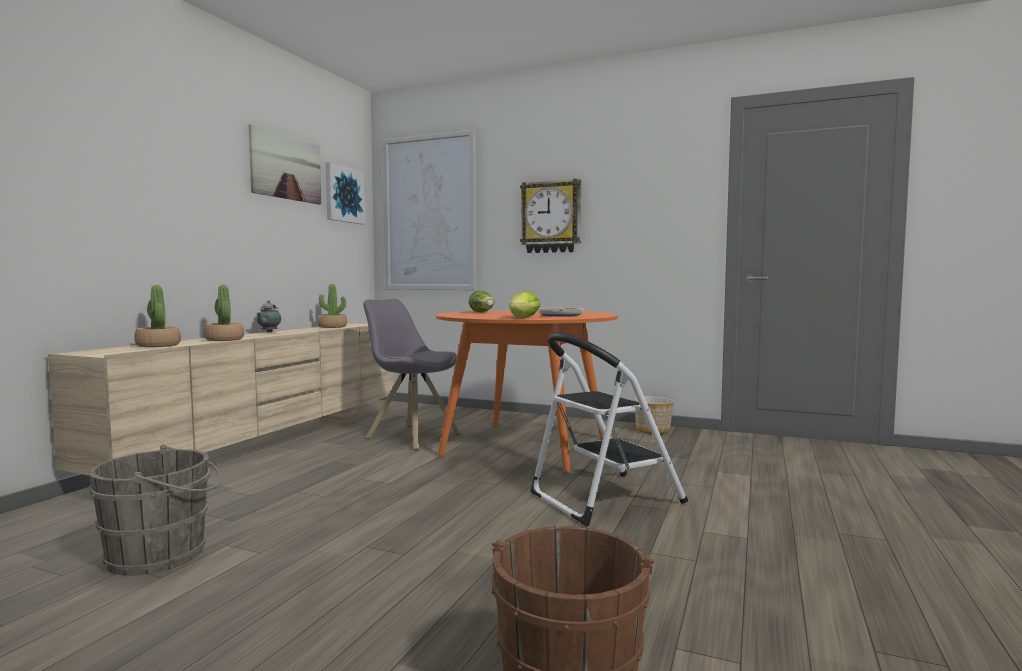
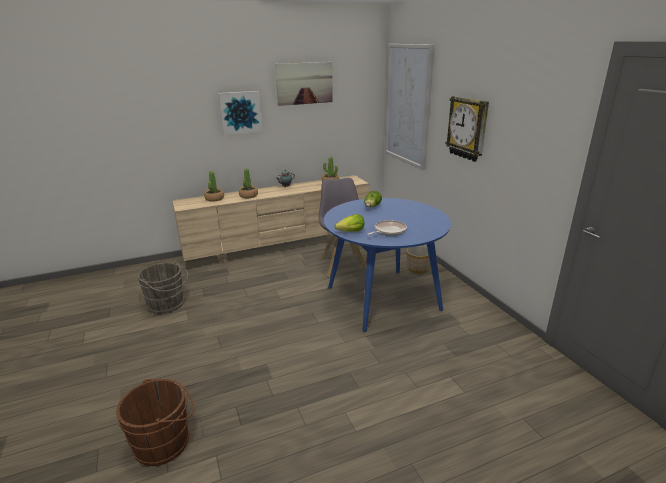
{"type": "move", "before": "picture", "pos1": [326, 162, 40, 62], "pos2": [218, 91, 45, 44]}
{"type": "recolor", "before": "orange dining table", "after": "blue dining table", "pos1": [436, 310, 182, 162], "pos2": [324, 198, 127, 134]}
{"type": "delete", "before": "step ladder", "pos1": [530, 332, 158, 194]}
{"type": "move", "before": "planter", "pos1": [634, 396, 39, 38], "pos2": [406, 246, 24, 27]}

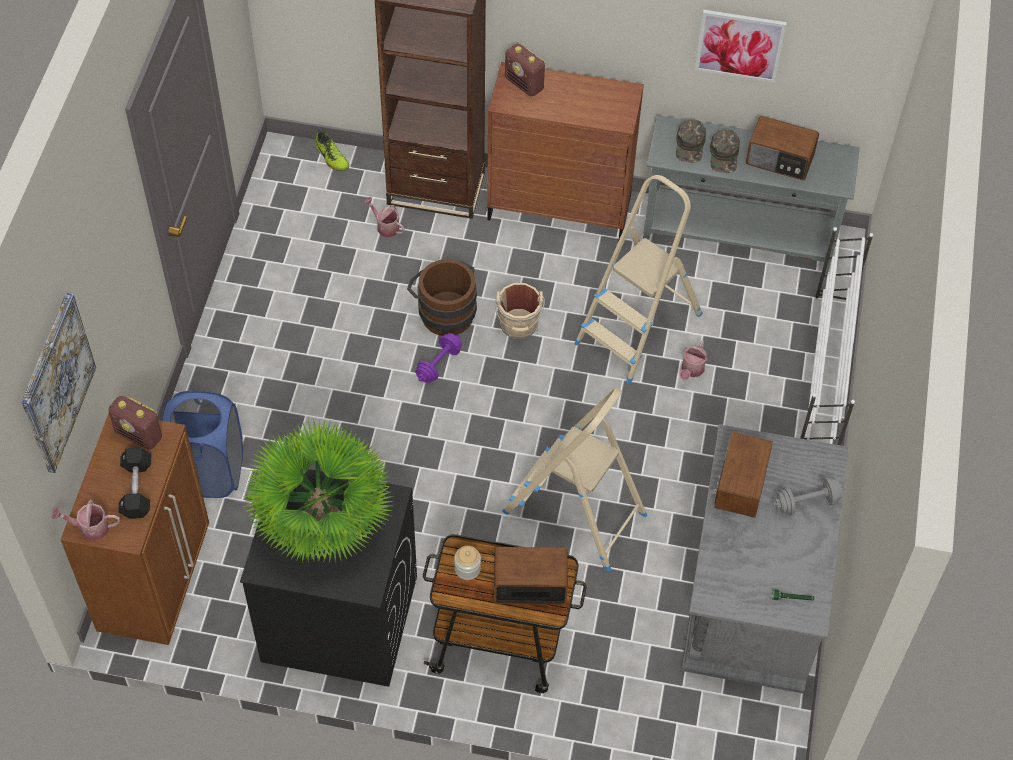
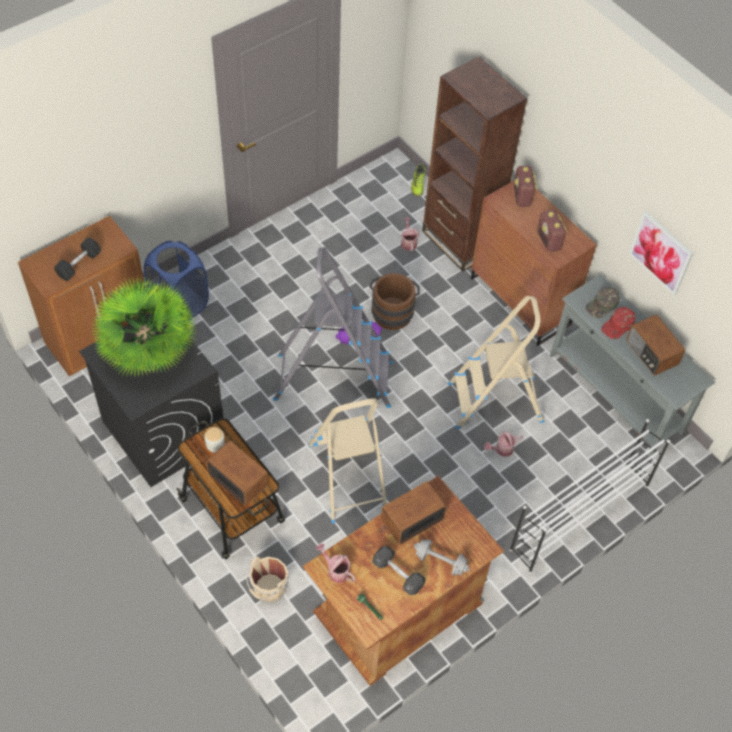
{"type": "delete", "before": "picture", "pos1": [21, 293, 75, 180]}
{"type": "move", "before": "watering can", "pos1": [52, 500, 68, 41], "pos2": [316, 543, 40, 40]}
{"type": "move", "before": "radio", "pos1": [108, 396, 54, 54], "pos2": [537, 210, 31, 43]}
{"type": "move", "before": "beige bucket", "pos1": [495, 283, 50, 56], "pos2": [246, 556, 43, 47]}
{"type": "recolor", "before": "grey cabinet", "after": "brown cabinet", "pos1": [681, 424, 167, 270], "pos2": [303, 476, 201, 210]}
{"type": "recolor", "before": "green cap", "after": "red cap", "pos1": [710, 129, 30, 44], "pos2": [601, 307, 35, 32]}
{"type": "insert", "after": "grey step ladder", "pos2": [273, 247, 120, 161]}
{"type": "insert", "after": "black dumbbell", "pos2": [372, 546, 54, 49]}

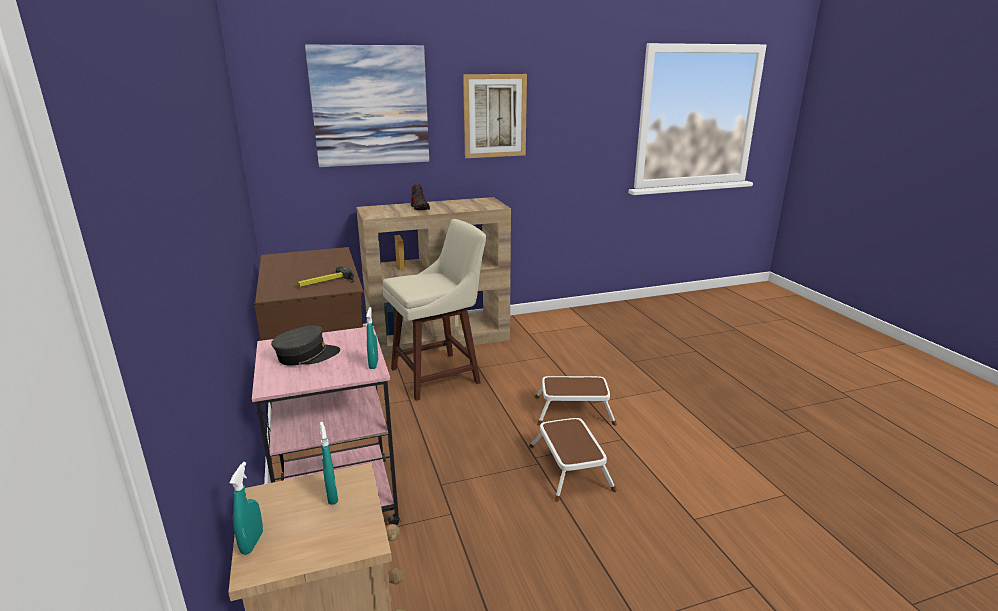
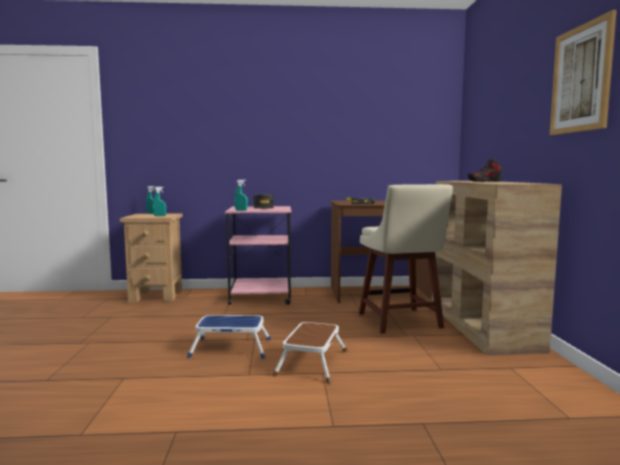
{"type": "delete", "before": "picture", "pos1": [305, 45, 124, 122]}
{"type": "recolor", "before": "brown step ladder", "after": "blue step ladder", "pos1": [529, 418, 88, 84], "pos2": [187, 315, 84, 44]}

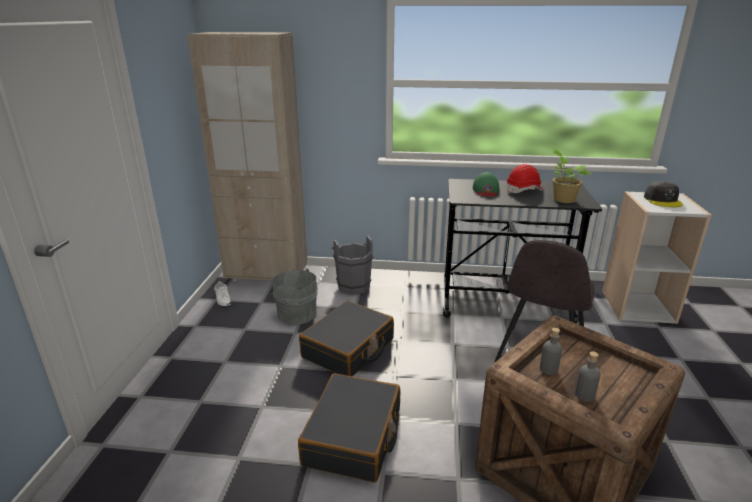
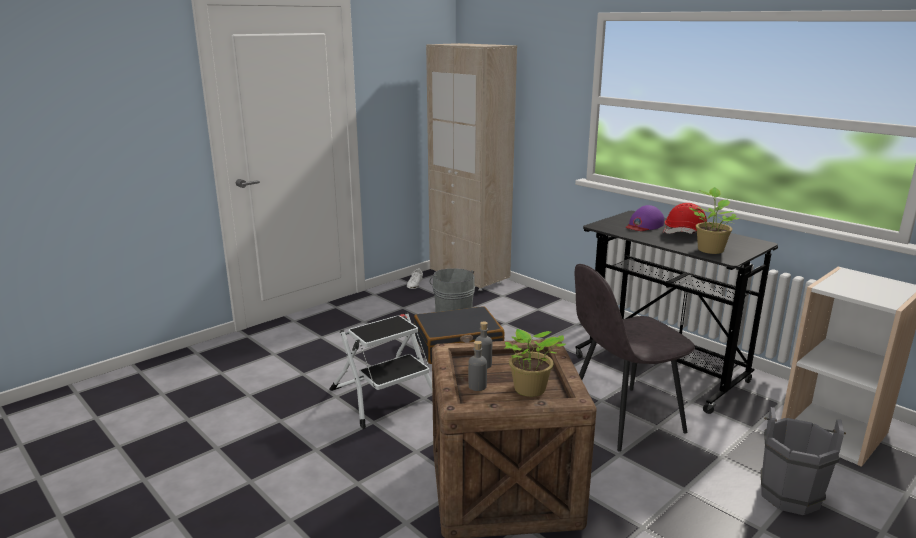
{"type": "replace", "before": "black suitcase", "after": "step ladder", "pos1": [298, 373, 102, 110], "pos2": [329, 312, 103, 117]}
{"type": "move", "before": "grey bucket", "pos1": [332, 236, 41, 59], "pos2": [760, 407, 86, 108]}
{"type": "recolor", "before": "green cap", "after": "purple cap", "pos1": [473, 172, 26, 24], "pos2": [626, 205, 38, 26]}
{"type": "delete", "before": "grey cap", "pos1": [644, 181, 39, 26]}
{"type": "insert", "after": "potted plant", "pos2": [505, 329, 61, 68]}

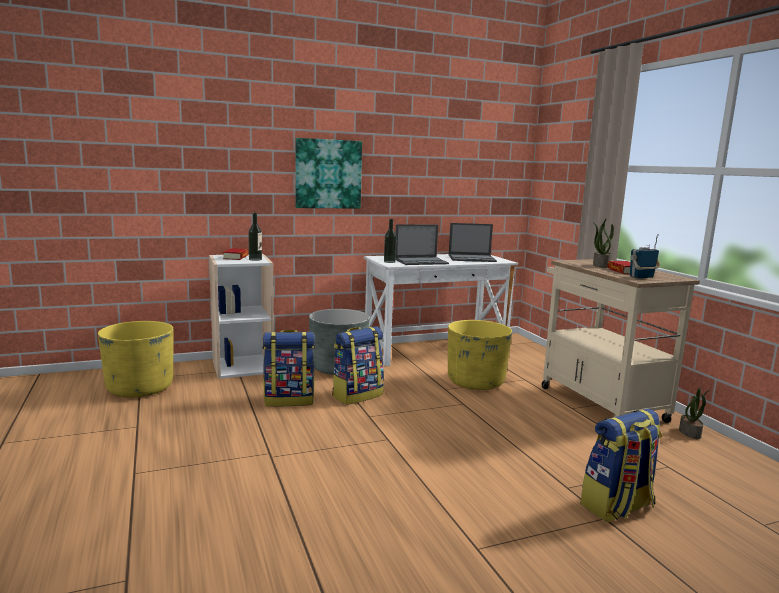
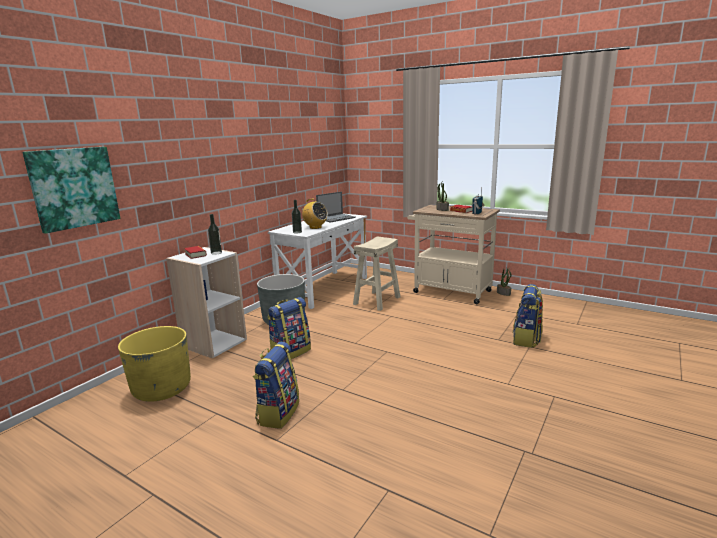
{"type": "move", "before": "picture", "pos1": [295, 138, 67, 71], "pos2": [23, 147, 97, 87]}
{"type": "move", "before": "backpack", "pos1": [332, 326, 52, 79], "pos2": [253, 342, 46, 87]}
{"type": "replace", "before": "laptop", "after": "radio", "pos1": [396, 224, 53, 41], "pos2": [301, 199, 27, 30]}
{"type": "replace", "before": "yellow planter", "after": "beige stool", "pos1": [448, 320, 64, 70], "pos2": [353, 236, 47, 75]}

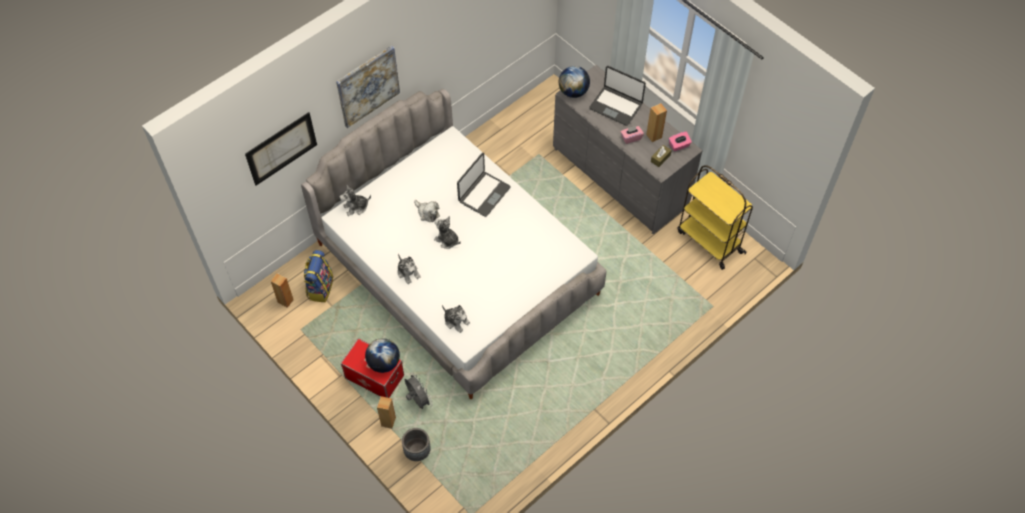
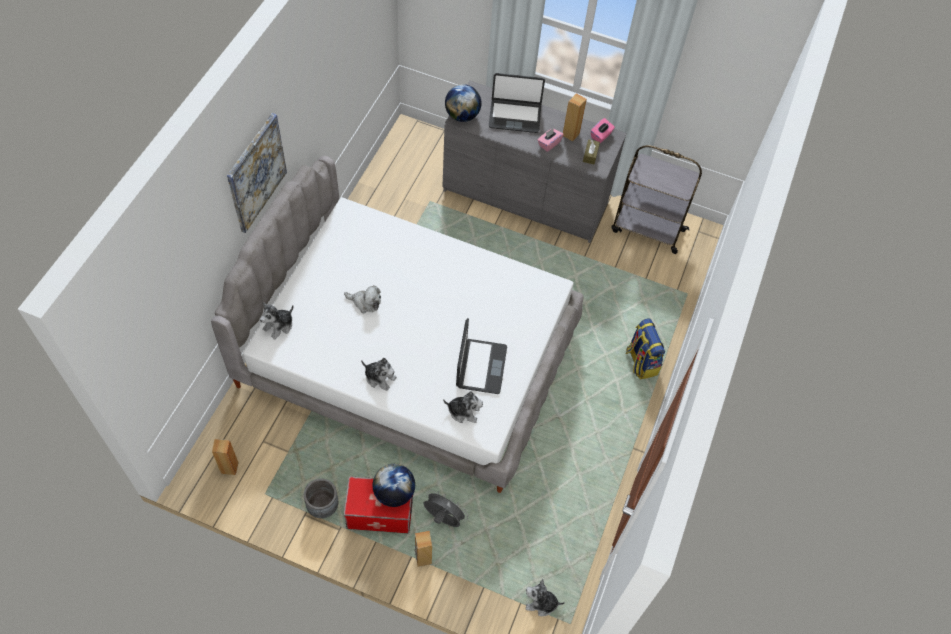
{"type": "delete", "before": "picture", "pos1": [245, 112, 72, 74]}
{"type": "move", "before": "backpack", "pos1": [304, 250, 29, 52], "pos2": [626, 318, 39, 62]}
{"type": "move", "before": "grey planter", "pos1": [402, 428, 29, 33], "pos2": [304, 478, 34, 40]}
{"type": "move", "before": "plush toy", "pos1": [434, 216, 27, 33], "pos2": [526, 579, 39, 37]}
{"type": "move", "before": "laptop", "pos1": [457, 153, 54, 64], "pos2": [456, 318, 51, 76]}
{"type": "recolor", "before": "yellow cart", "after": "grey cart", "pos1": [677, 165, 76, 105], "pos2": [611, 145, 91, 109]}

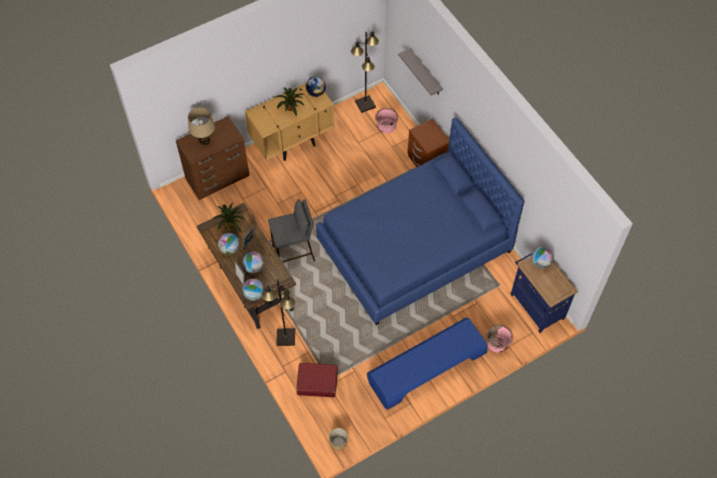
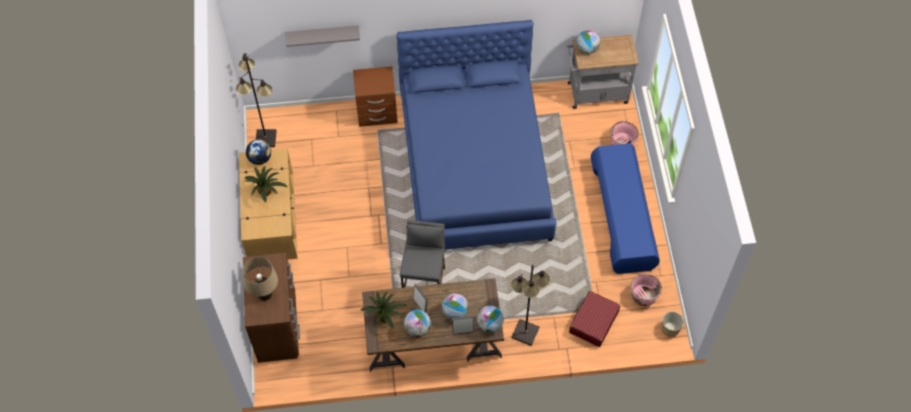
{"type": "move", "before": "pink planter", "pos1": [375, 108, 23, 25], "pos2": [630, 274, 32, 32]}
{"type": "recolor", "before": "blue cart", "after": "grey cart", "pos1": [510, 253, 68, 80], "pos2": [567, 35, 72, 74]}

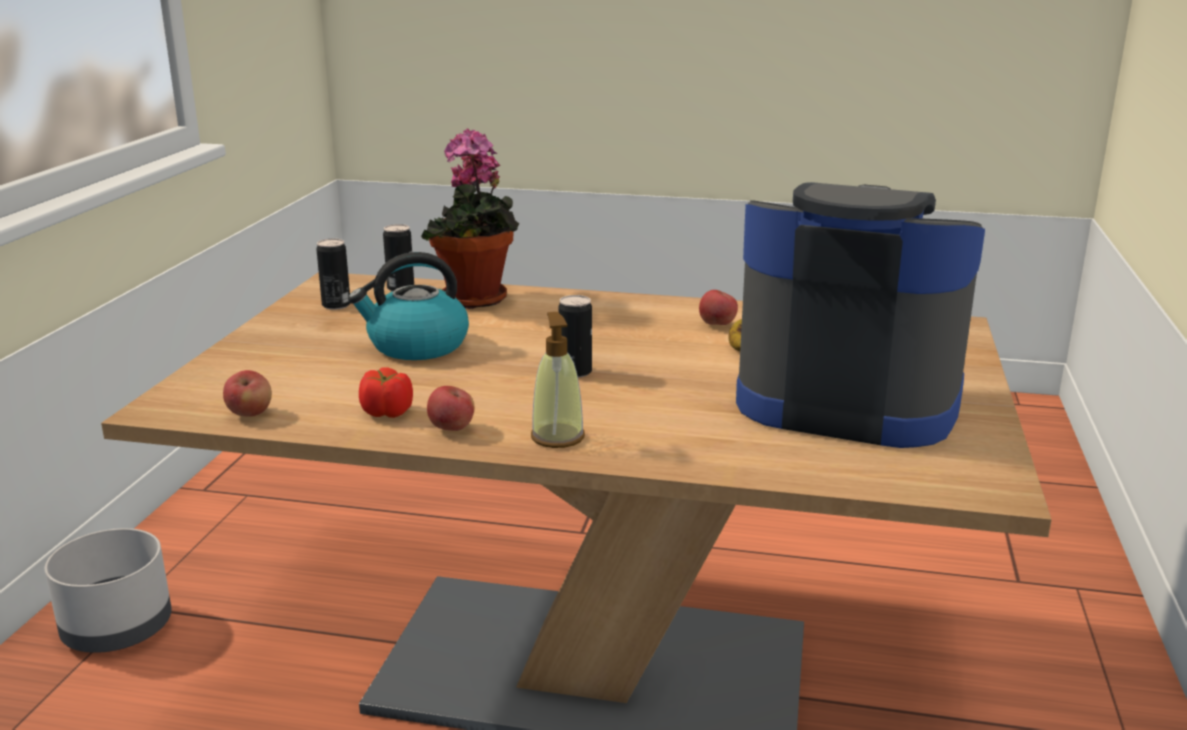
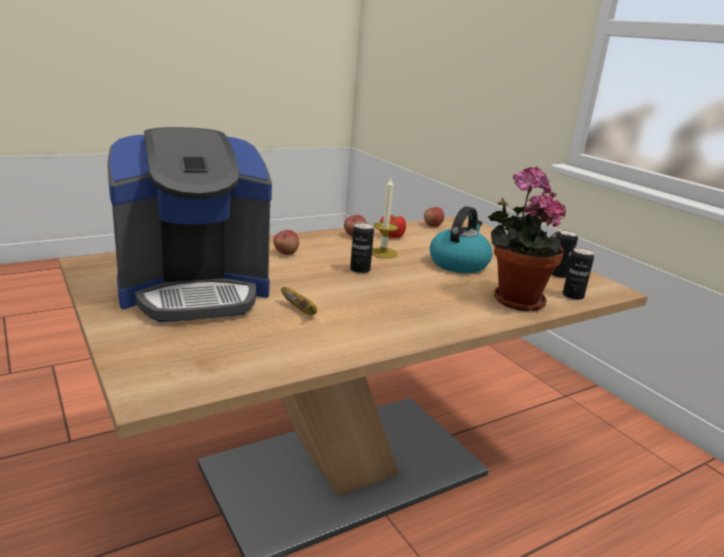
{"type": "delete", "before": "grey planter", "pos1": [44, 528, 128, 125]}
{"type": "delete", "before": "soap dispenser", "pos1": [531, 312, 54, 136]}
{"type": "move", "before": "apple", "pos1": [699, 290, 39, 35], "pos2": [274, 230, 25, 25]}
{"type": "insert", "after": "candle", "pos2": [372, 178, 26, 80]}

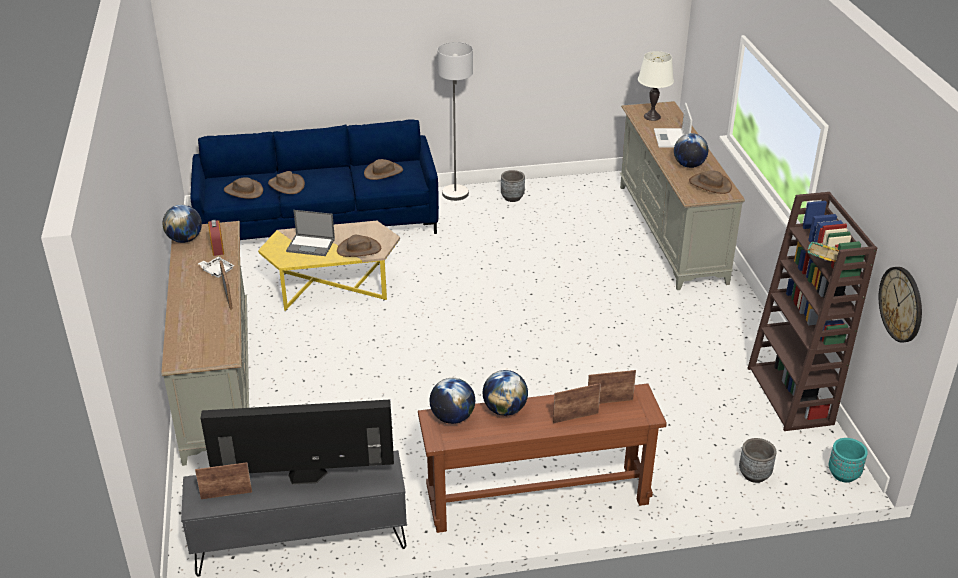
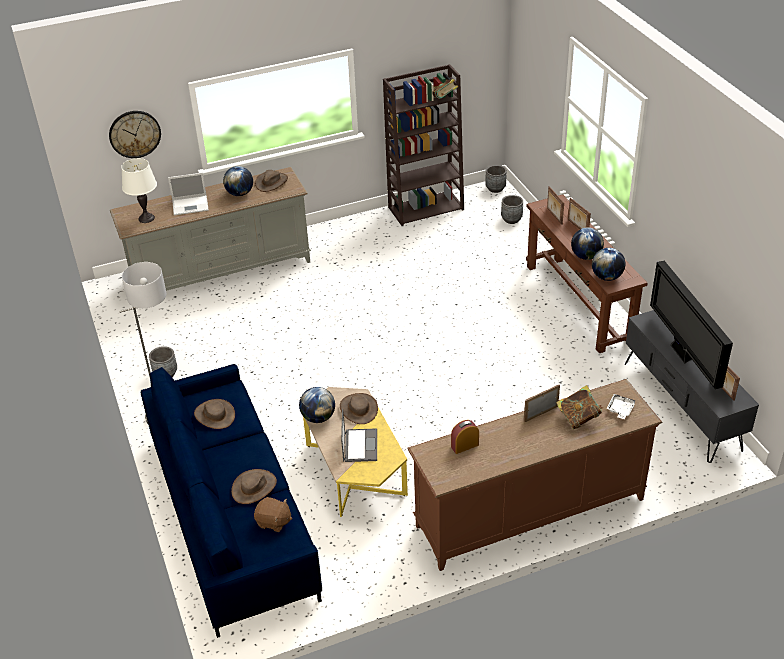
{"type": "recolor", "before": "grey cabinet", "after": "brown cabinet", "pos1": [161, 221, 88, 245], "pos2": [407, 379, 255, 192]}
{"type": "move", "before": "globe", "pos1": [162, 205, 40, 38], "pos2": [299, 387, 36, 36]}
{"type": "move", "before": "white tray", "pos1": [198, 257, 37, 21], "pos2": [606, 394, 30, 25]}
{"type": "replace", "before": "brown hat", "after": "brown plush toy", "pos1": [224, 177, 39, 22], "pos2": [254, 497, 38, 35]}
{"type": "recolor", "before": "turquoise planter", "after": "grey planter", "pos1": [829, 438, 39, 45], "pos2": [485, 165, 22, 28]}
{"type": "move", "before": "wall clock", "pos1": [879, 267, 43, 76], "pos2": [109, 111, 52, 47]}
{"type": "insert", "after": "book", "pos2": [556, 385, 47, 44]}

